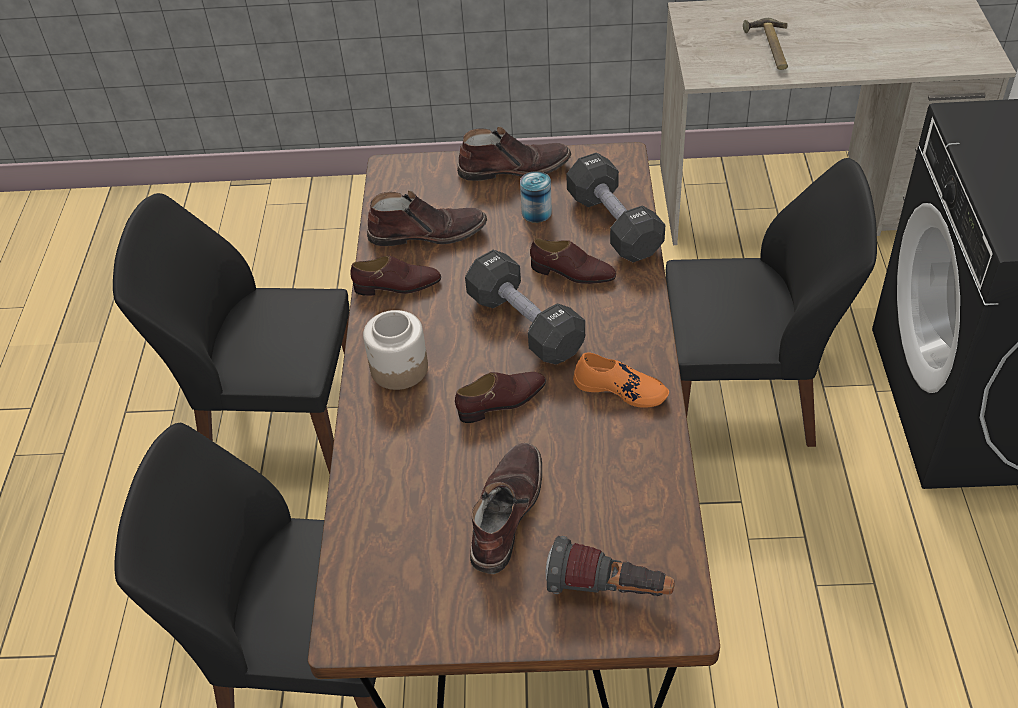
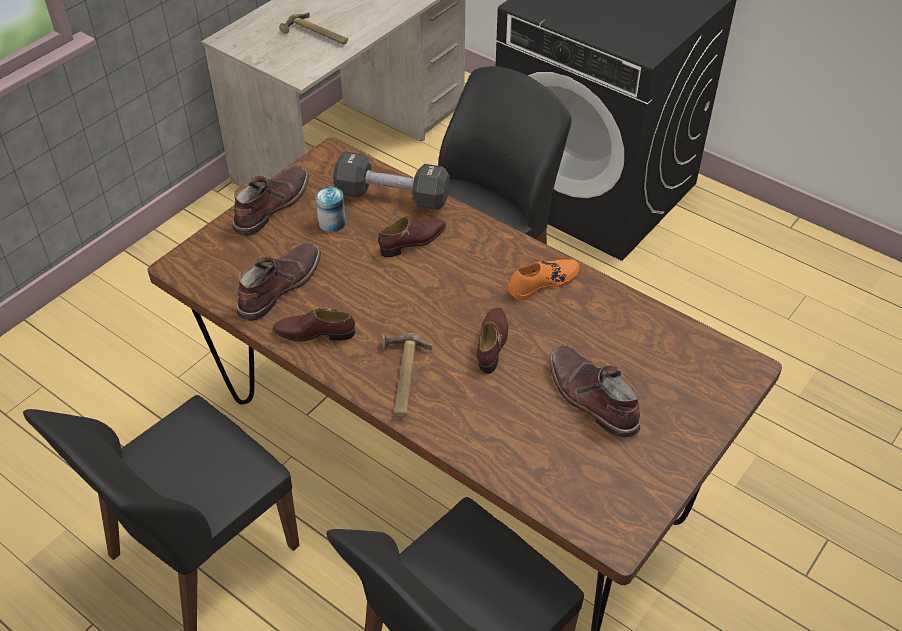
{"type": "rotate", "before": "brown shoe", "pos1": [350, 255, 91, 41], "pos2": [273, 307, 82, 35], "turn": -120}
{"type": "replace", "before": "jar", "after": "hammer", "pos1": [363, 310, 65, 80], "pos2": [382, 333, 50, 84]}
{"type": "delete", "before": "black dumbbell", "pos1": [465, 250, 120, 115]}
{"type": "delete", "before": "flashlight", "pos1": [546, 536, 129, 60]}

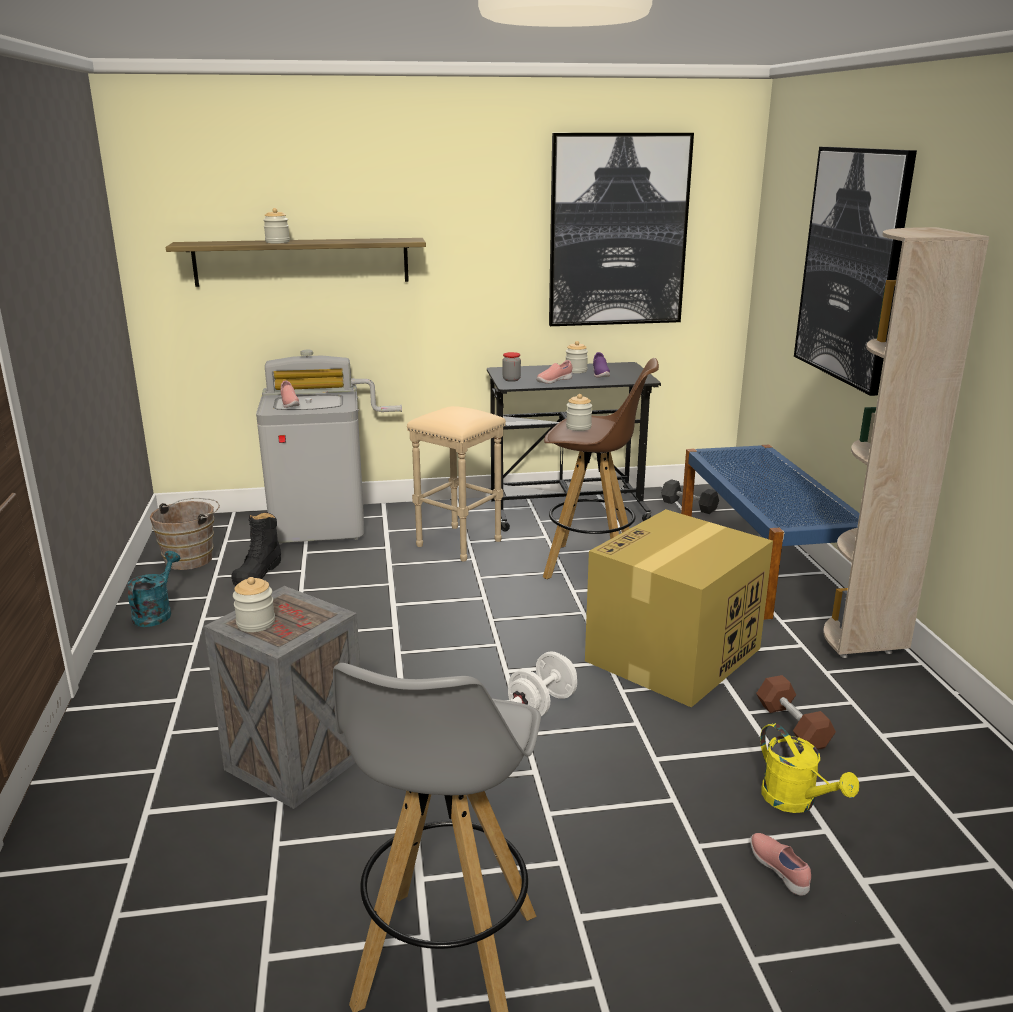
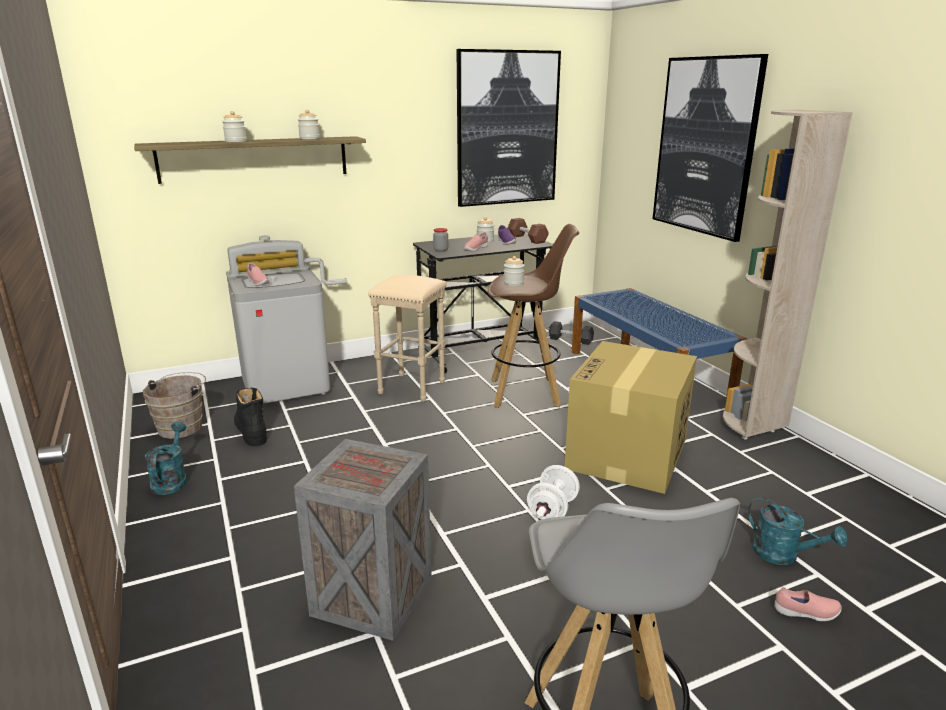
{"type": "rotate", "before": "black boot", "pos1": [231, 512, 50, 74], "pos2": [234, 388, 33, 58], "turn": 150}
{"type": "move", "before": "jar", "pos1": [233, 577, 42, 55], "pos2": [298, 109, 22, 30]}
{"type": "rotate", "before": "pink shoe", "pos1": [751, 833, 60, 63], "pos2": [774, 587, 68, 34], "turn": 135}
{"type": "move", "before": "brown dumbbell", "pos1": [756, 675, 80, 75], "pos2": [507, 218, 42, 26]}
{"type": "recolor", "before": "yellow watering can", "after": "turquoise watering can", "pos1": [760, 723, 99, 90], "pos2": [748, 497, 99, 68]}

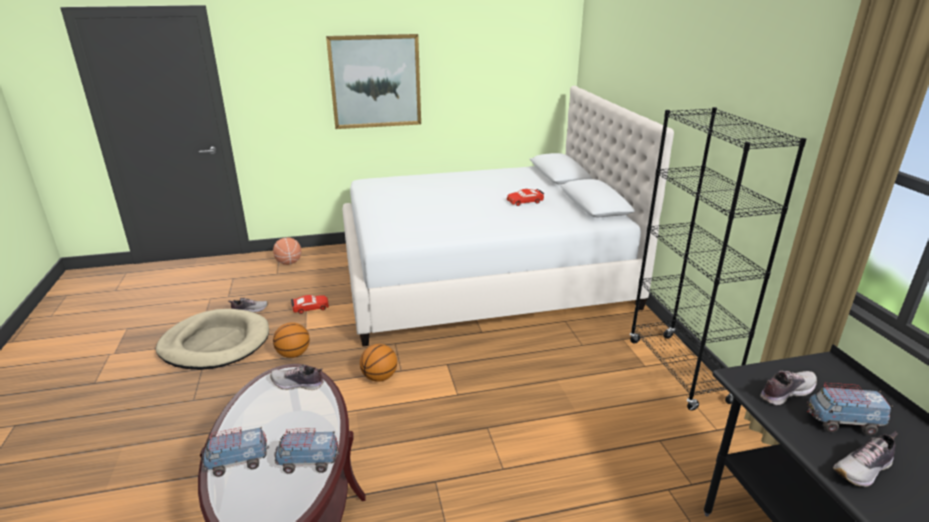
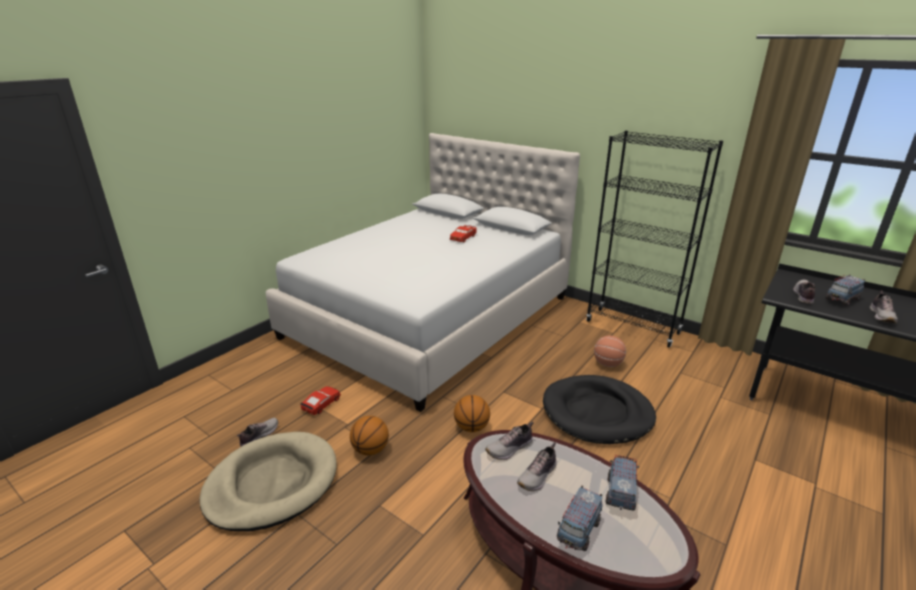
{"type": "move", "before": "basketball", "pos1": [273, 237, 28, 28], "pos2": [594, 336, 32, 31]}
{"type": "rotate", "before": "toy truck", "pos1": [274, 428, 65, 46], "pos2": [606, 455, 33, 56], "turn": 150}
{"type": "delete", "before": "picture", "pos1": [326, 34, 95, 95]}
{"type": "insert", "after": "shoe", "pos2": [517, 442, 39, 49]}
{"type": "insert", "after": "black dog bed", "pos2": [543, 375, 113, 69]}

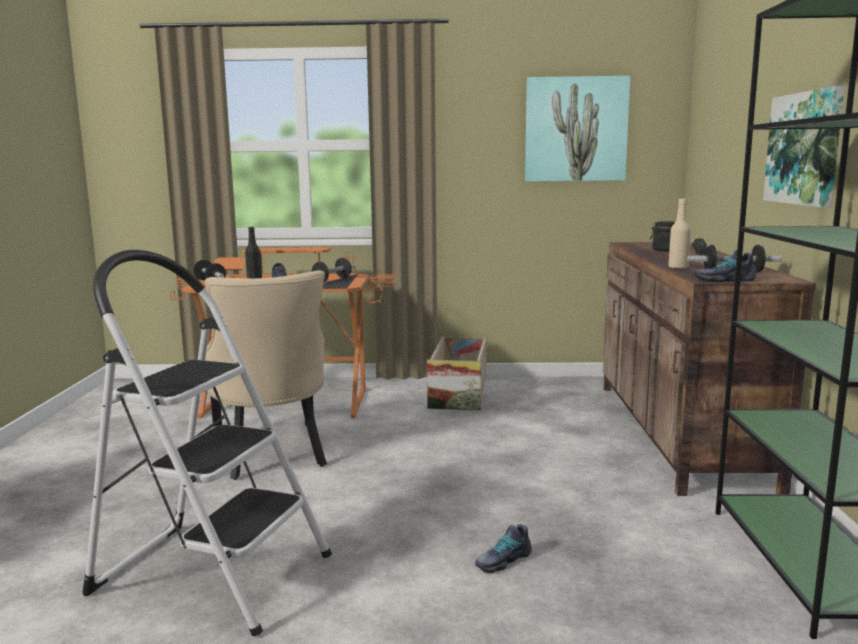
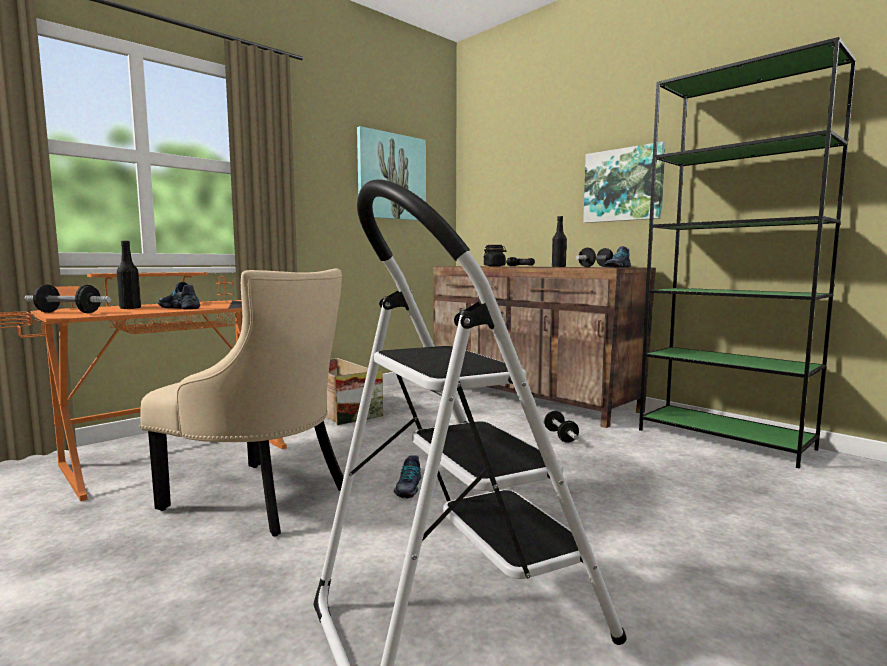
{"type": "move", "before": "dumbbell", "pos1": [312, 258, 43, 24], "pos2": [544, 411, 35, 32]}
{"type": "move", "before": "shoe", "pos1": [475, 524, 57, 49], "pos2": [394, 455, 27, 43]}
{"type": "recolor", "before": "beige bottle", "after": "black bottle", "pos1": [668, 198, 23, 71], "pos2": [552, 216, 15, 51]}

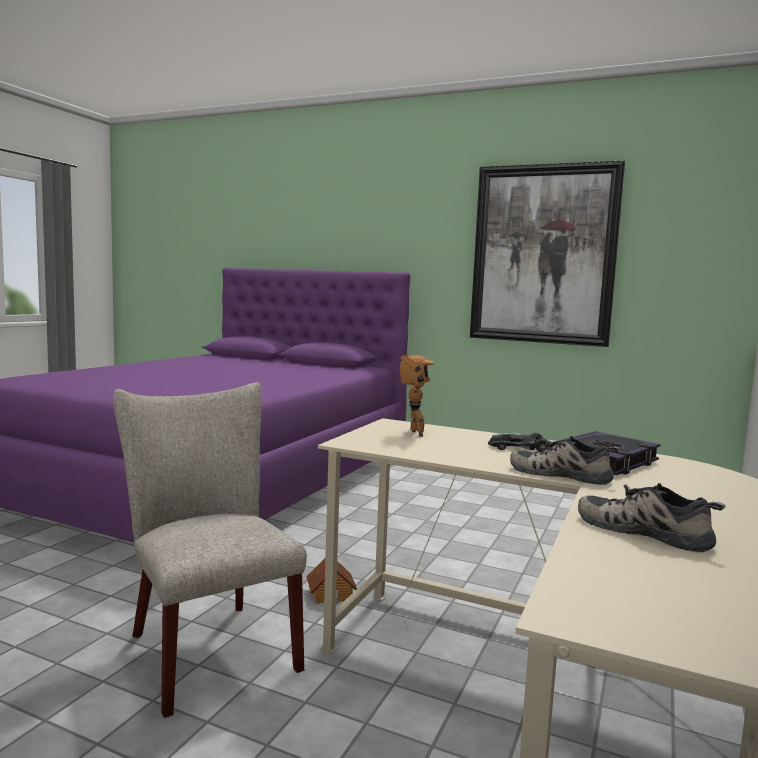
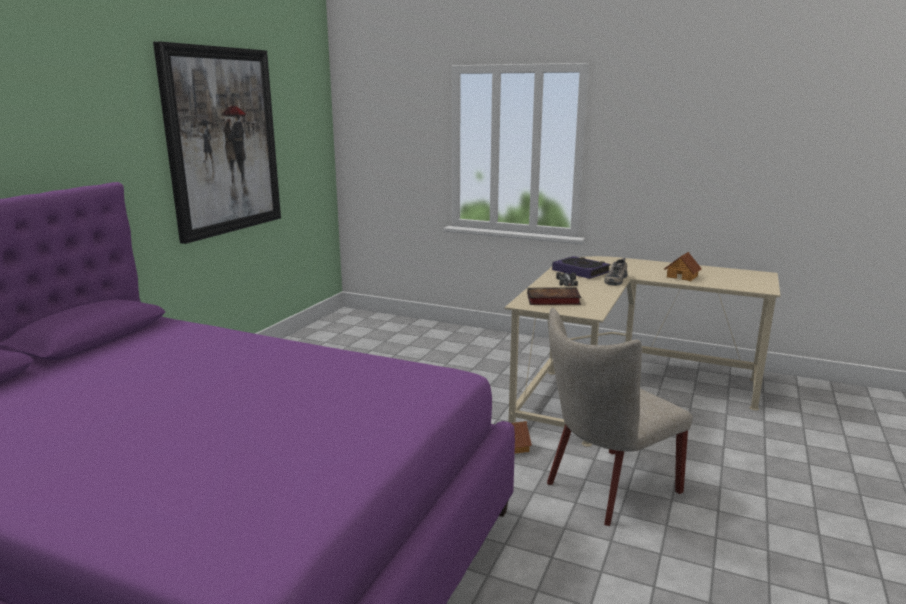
{"type": "replace", "before": "toy robot", "after": "book", "pos1": [400, 355, 34, 82], "pos2": [527, 287, 54, 18]}
{"type": "replace", "before": "shoe", "after": "toy house", "pos1": [578, 483, 148, 69], "pos2": [664, 252, 38, 29]}

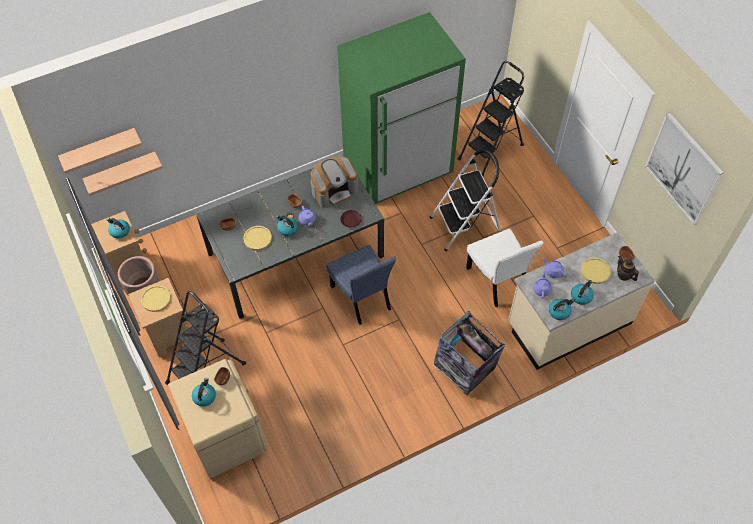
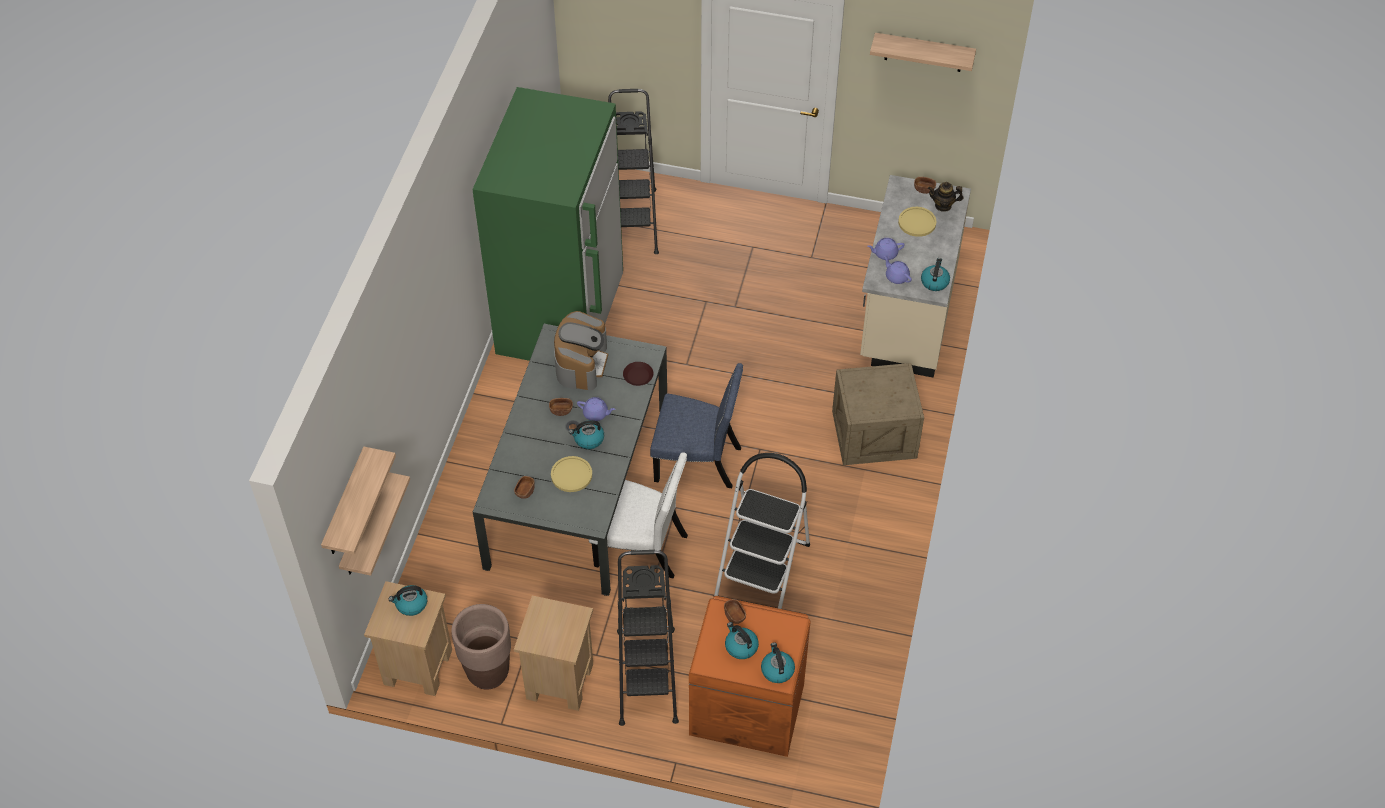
{"type": "delete", "before": "yellow plate", "pos1": [141, 285, 30, 27]}
{"type": "recolor", "before": "beige washing machine", "after": "orange washing machine", "pos1": [168, 359, 99, 120], "pos2": [689, 596, 121, 161]}
{"type": "move", "before": "step ladder", "pos1": [430, 149, 71, 102], "pos2": [714, 453, 96, 156]}
{"type": "replace", "before": "trash can", "after": "crate", "pos1": [432, 311, 73, 84], "pos2": [832, 363, 92, 102]}
{"type": "move", "before": "white chair", "pos1": [466, 229, 77, 78], "pos2": [589, 452, 99, 126]}
{"type": "move", "before": "kettle", "pos1": [571, 280, 23, 25], "pos2": [761, 643, 34, 40]}
{"type": "replace", "before": "picture", "after": "shelf", "pos1": [645, 112, 79, 113], "pos2": [870, 33, 106, 39]}

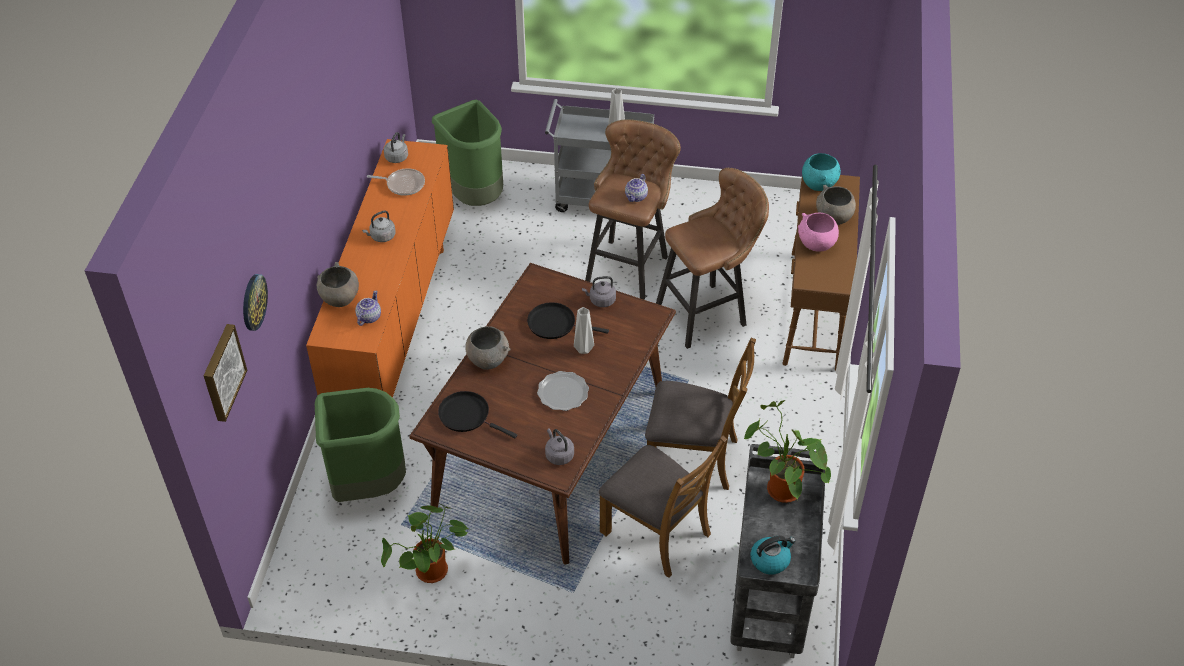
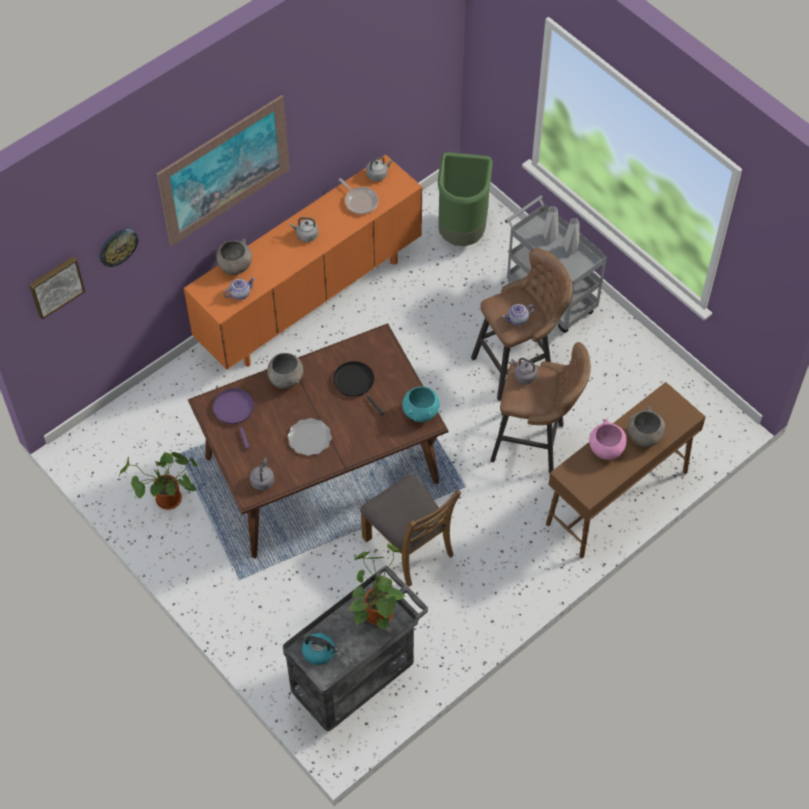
{"type": "delete", "before": "green trash can", "pos1": [315, 388, 91, 114]}
{"type": "recolor", "before": "black frying pan", "after": "purple frying pan", "pos1": [438, 391, 79, 47], "pos2": [212, 388, 42, 61]}
{"type": "move", "before": "grey vase", "pos1": [574, 307, 20, 47], "pos2": [542, 207, 17, 35]}
{"type": "move", "before": "grey kettle", "pos1": [582, 276, 34, 31], "pos2": [511, 358, 27, 26]}
{"type": "delete", "before": "brown chair", "pos1": [599, 435, 128, 143]}
{"type": "move", "before": "turquoise bowl", "pos1": [802, 153, 39, 38], "pos2": [402, 386, 38, 36]}
{"type": "insert", "after": "picture", "pos2": [157, 95, 133, 151]}

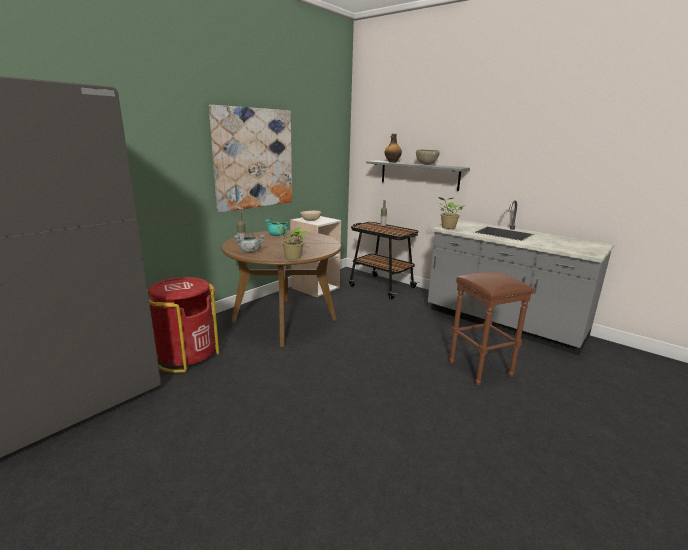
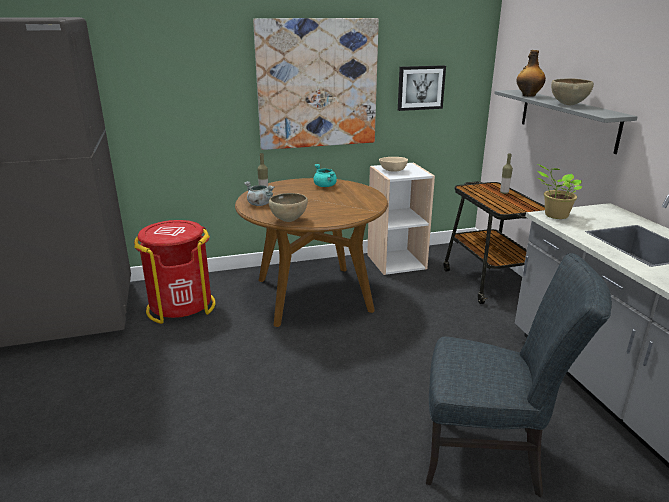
{"type": "replace", "before": "potted plant", "after": "brown bowl", "pos1": [274, 221, 33, 39], "pos2": [269, 193, 39, 29]}
{"type": "replace", "before": "brown stool", "after": "grey chair", "pos1": [449, 271, 85, 115], "pos2": [426, 253, 186, 245]}
{"type": "insert", "after": "picture", "pos2": [398, 65, 48, 46]}

